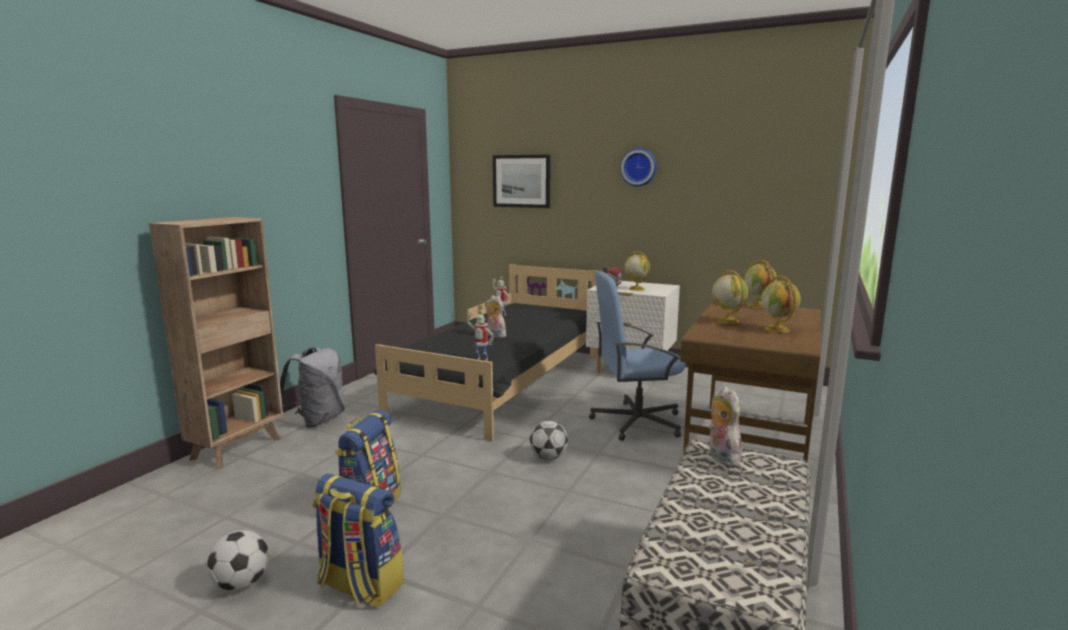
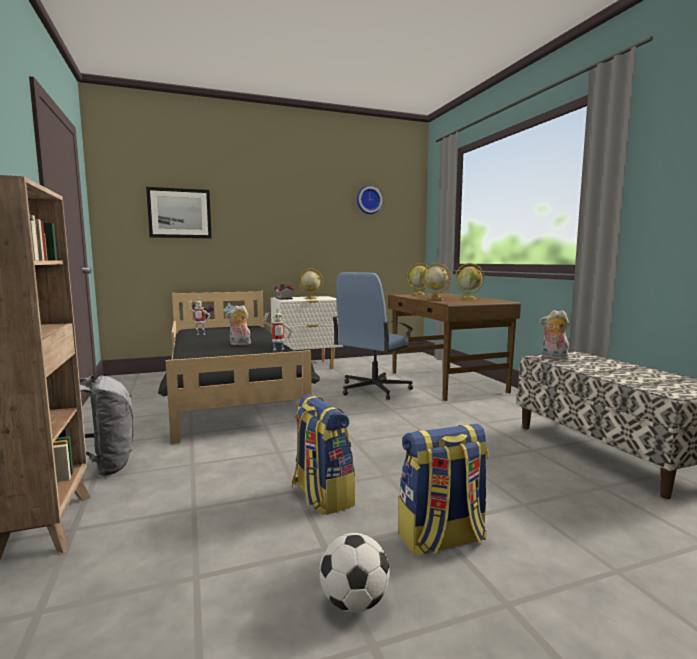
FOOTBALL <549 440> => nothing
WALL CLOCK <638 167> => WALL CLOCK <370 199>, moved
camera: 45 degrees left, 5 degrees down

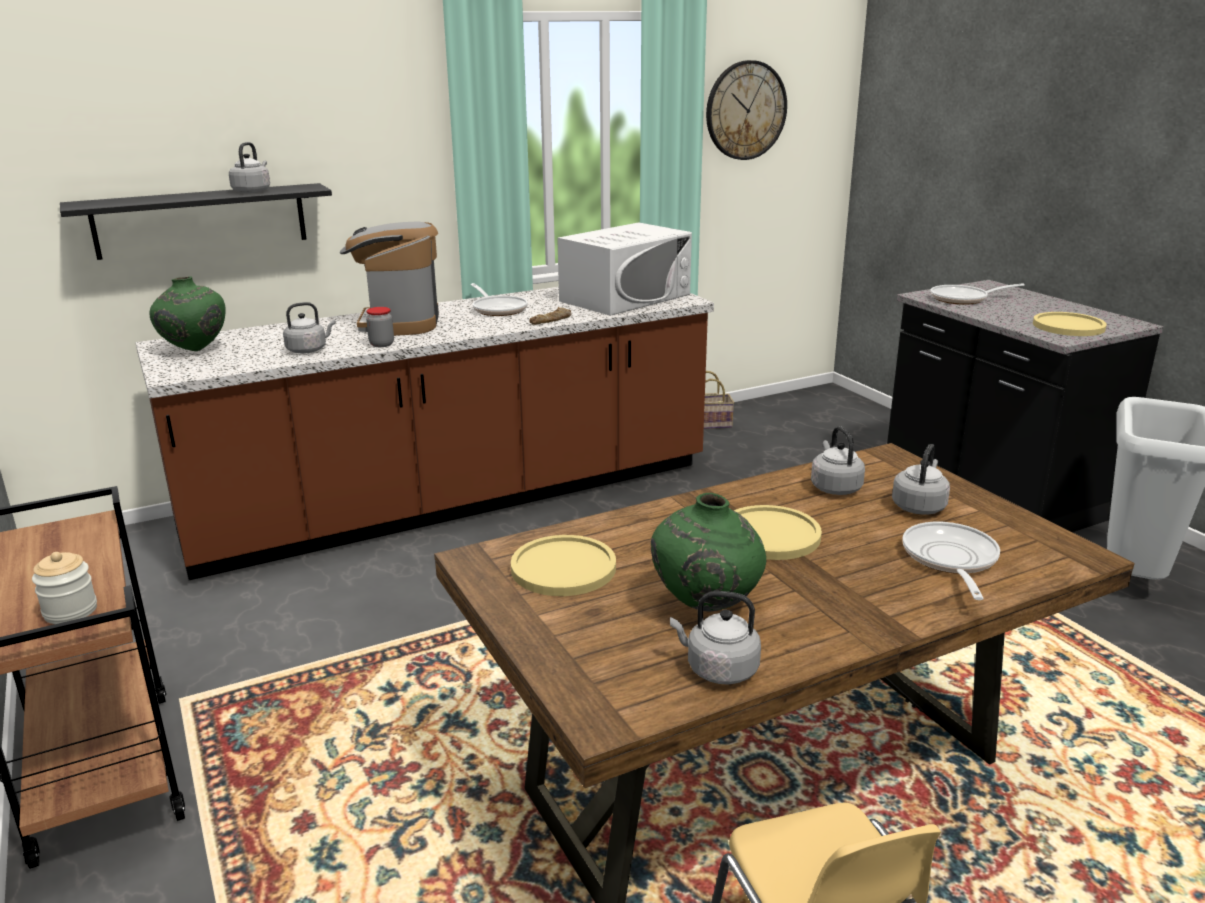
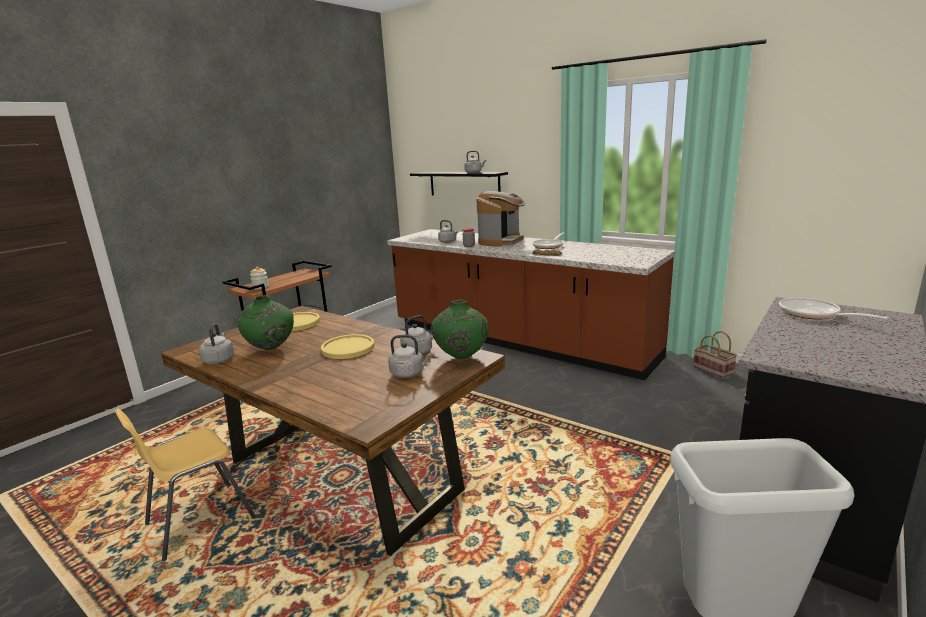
GREEN VASE <188 313> => GREEN VASE <460 329>, moved
COFFEE MACHINE <389 279> => COFFEE MACHINE <500 219>, 150 degrees clockwise
WHITE MICROWAVE <624 269> => nothing
WALL CLOCK <746 110> => nothing
FRYING PAN <951 561> => nothing
YELLOW PLATE <1070 324> => nothing
camera: 65 degrees right, 5 degrees down

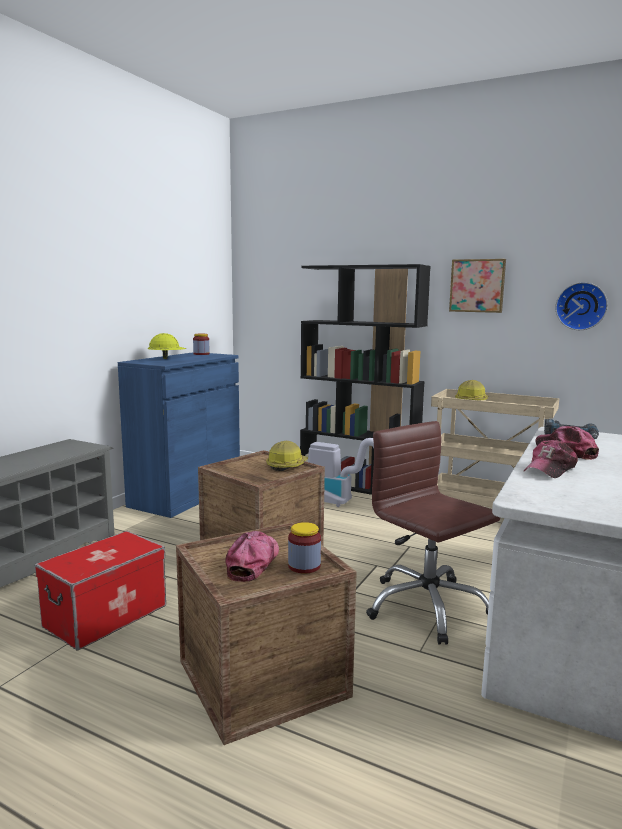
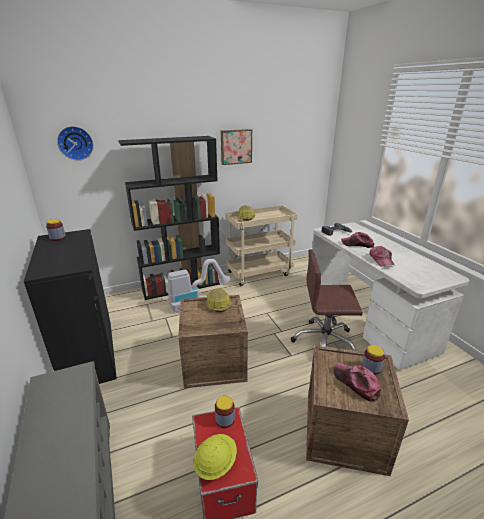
BLUE CABINET <179 435> => BLACK CABINET <70 306>
YELLOW HARD HAT <167 346> => YELLOW HARD HAT <215 457>, moved
WALL CLOCK <581 306> => WALL CLOCK <75 143>, moved
nothing => JAR <225 412>
camera: 50 degrees left, 15 degrees up

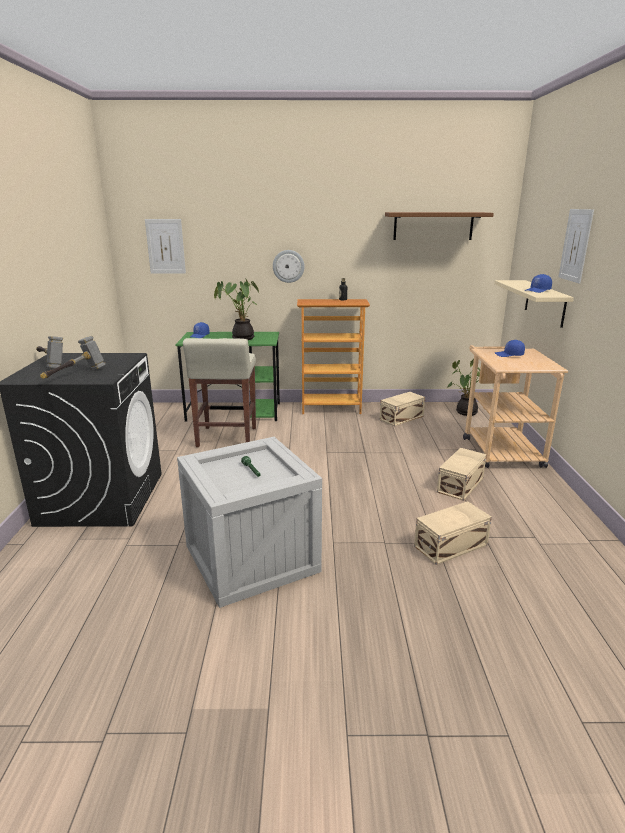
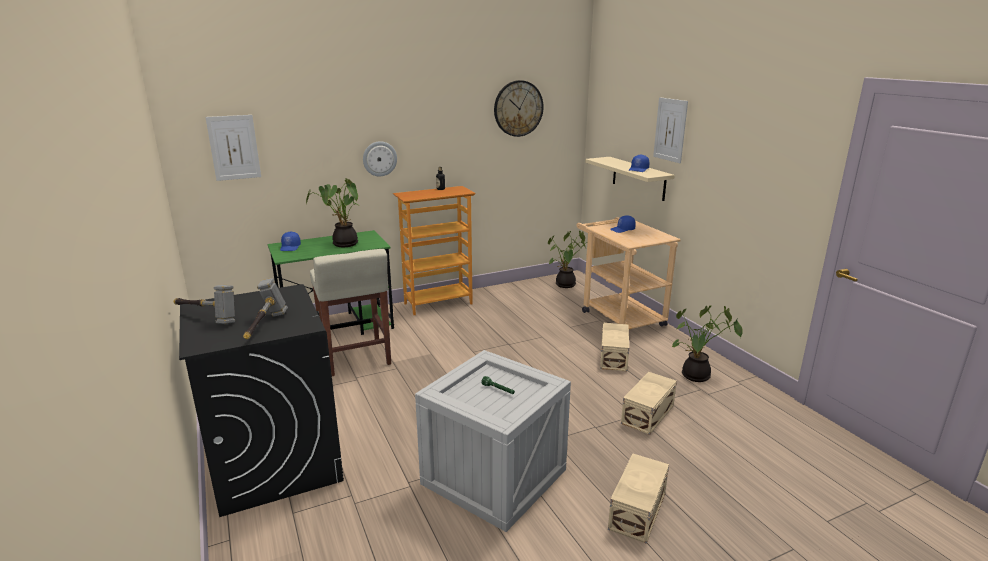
BEIGE STORAGE BOX <402 409> => BEIGE STORAGE BOX <638 499>, moved
BROWN SHELF <439 226> => WALL CLOCK <519 108>
nothing => POTTED PLANT <707 344>
camera: 25 degrees left, 0 degrees up

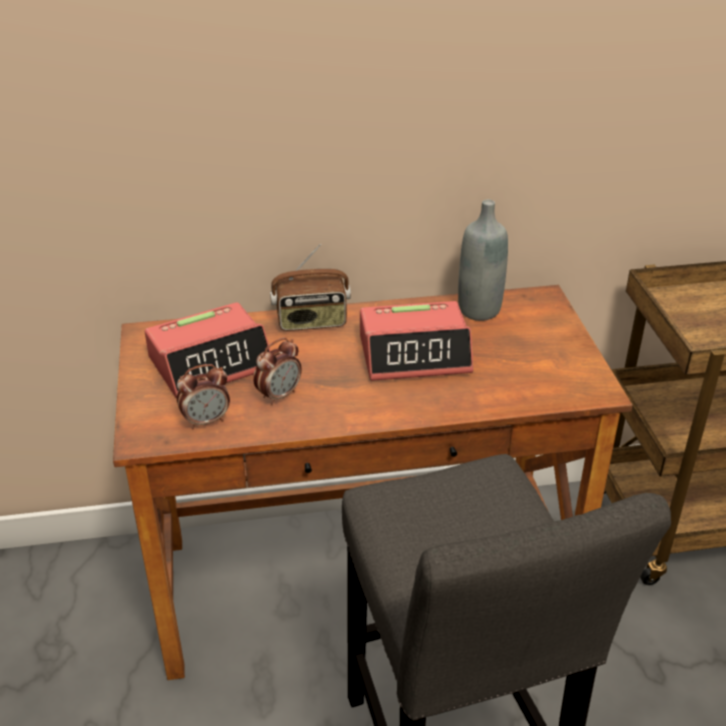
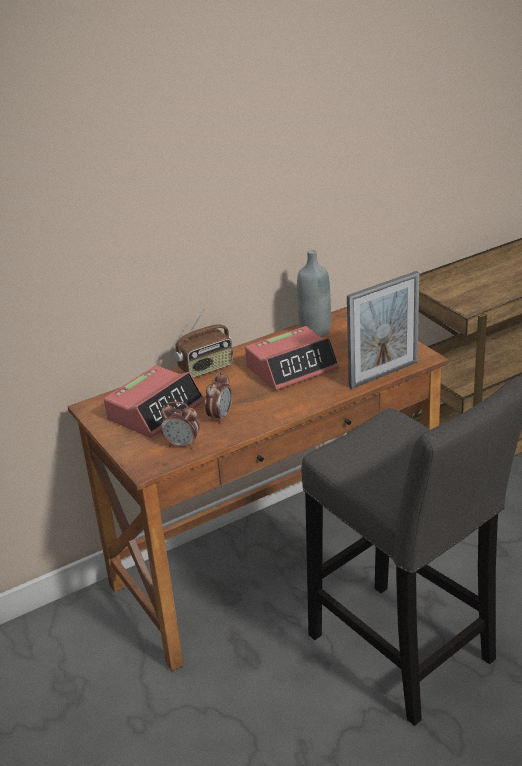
ALARM CLOCK <203 397> => ALARM CLOCK <180 425>, 60 degrees clockwise
nothing => PICTURE FRAME <383 330>
camera: 20 degrees left, 5 degrees down

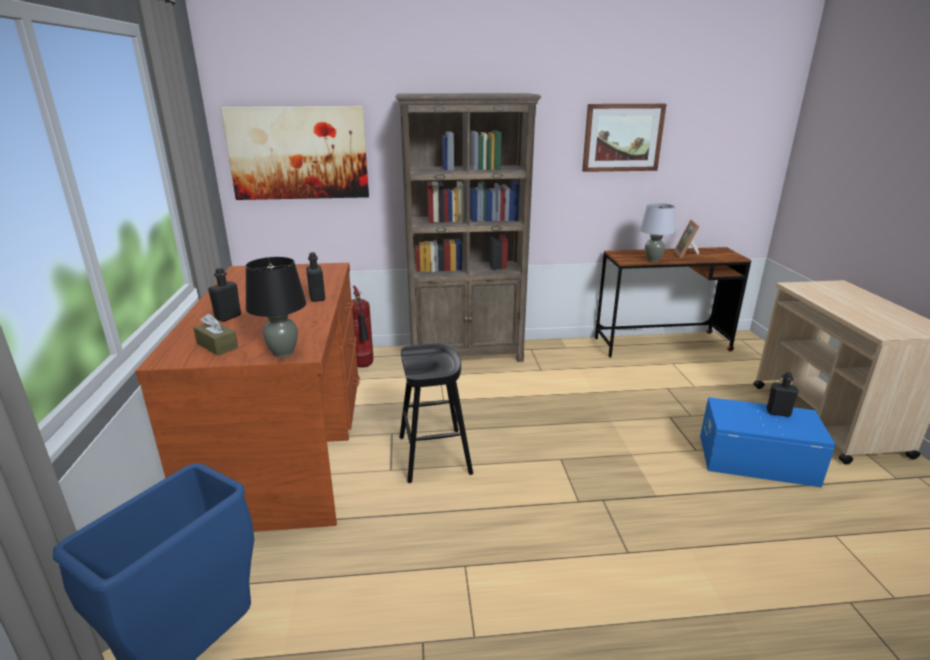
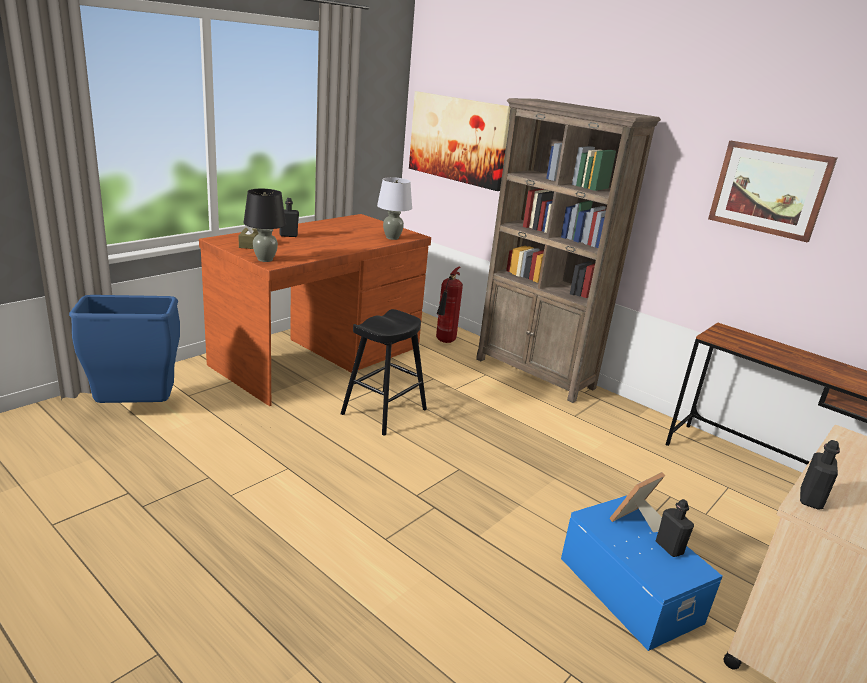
BLACK BOTTLE <315 277> => BLACK BOTTLE <820 475>, moved
GREY TABLE LAMP <657 232> => GREY TABLE LAMP <394 208>, moved
PICTURE FRAME <686 239> => PICTURE FRAME <637 502>, moved
camera: 45 degrees right, 0 degrees up

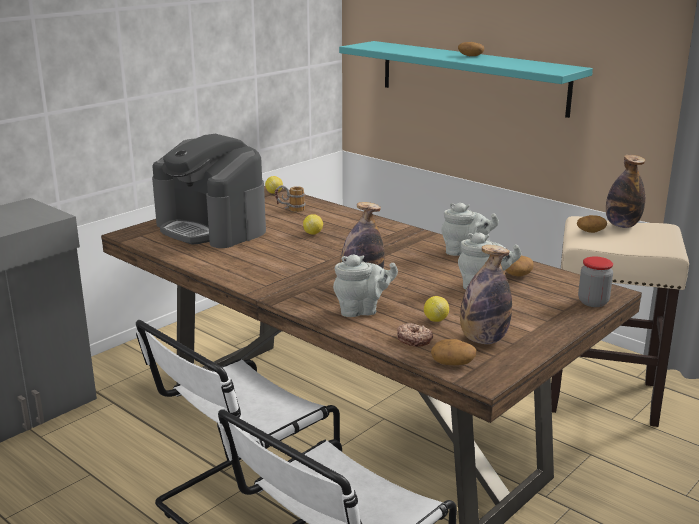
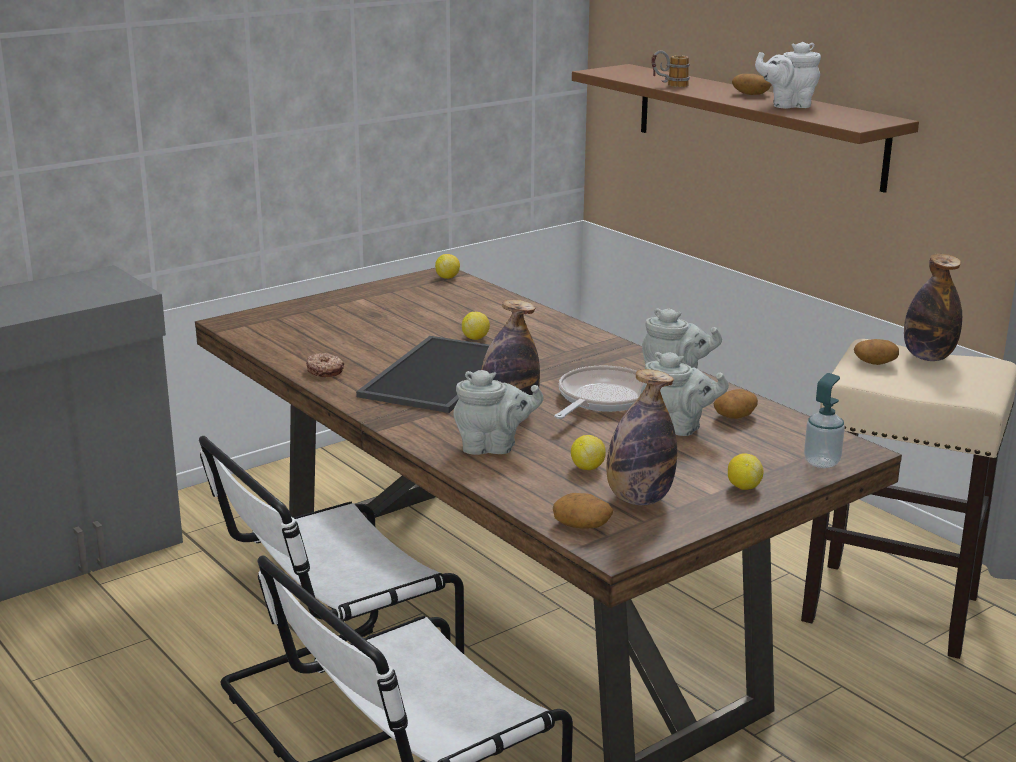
COFFEE MACHINE <209 191> => nothing
MUG <290 198> => MUG <670 68>, moved
TURQUOISE SHELF <466 79> => BROWN SHELF <745 128>
DONUT <415 335> => DONUT <325 365>, moved
JAR <595 282> => SOAP DISPENSER <824 420>
nothing => TRAY <423 374>
nothing => FRYING PAN <599 392>
nothing => LEMON <746 471>
nothing => WHITE TEAPOT <788 75>
camera: 10 degrees right, 0 degrees up

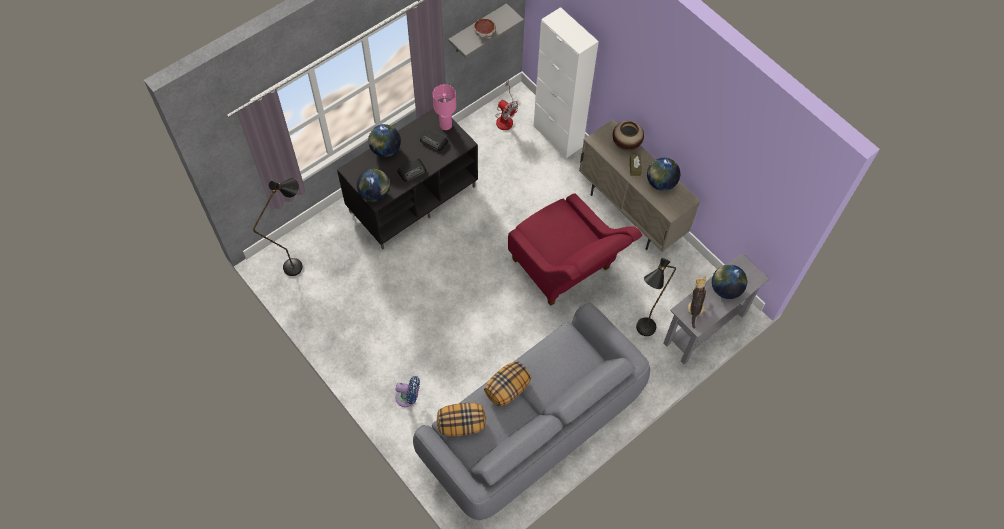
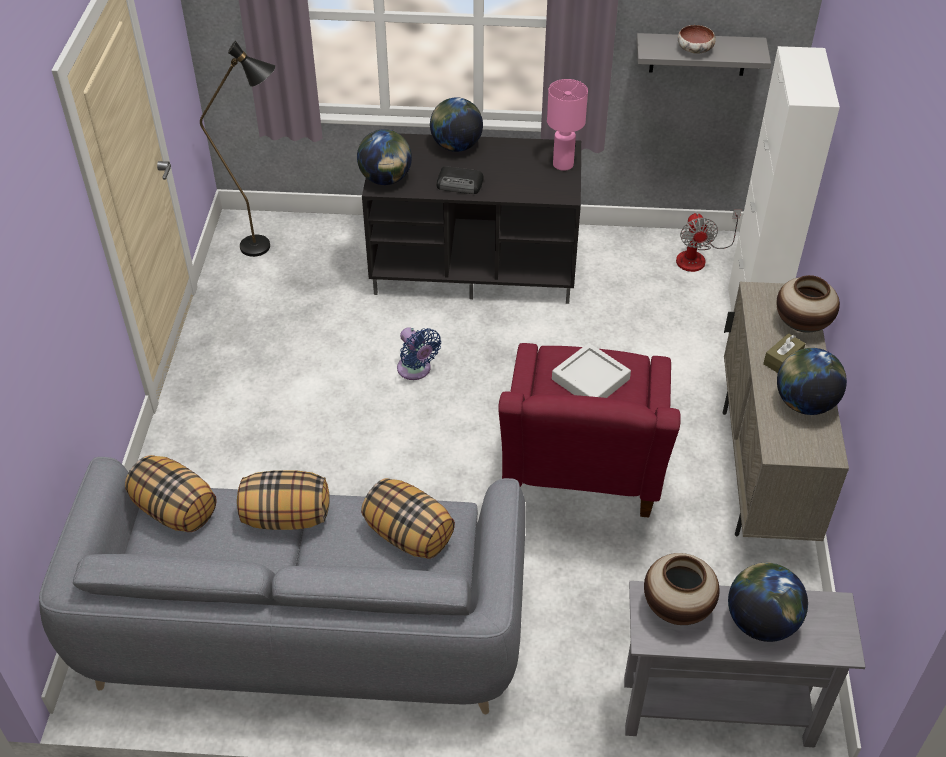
BLUE FAN <407 391> => BLUE FAN <419 353>, moved
RADIO <434 140> => nothing
BLACK FLOOR LAMP <656 297> => nothing
PLUSH TOY <698 302> => VASE <682 589>
nothing => PILLOW <408 518>
nothing => GREY TRAY <591 370>
camera: 45 degrees right, 15 degrees down

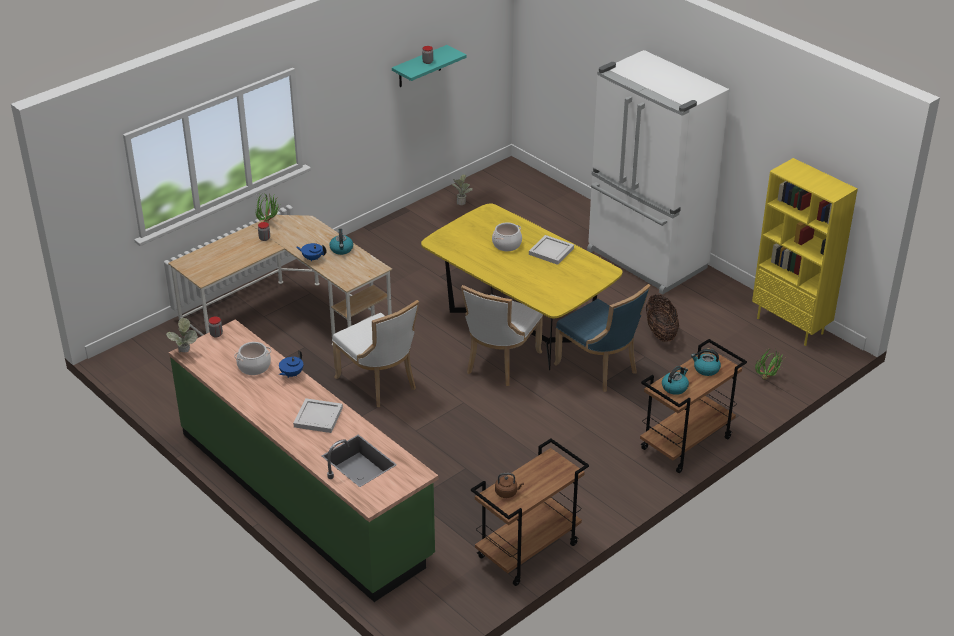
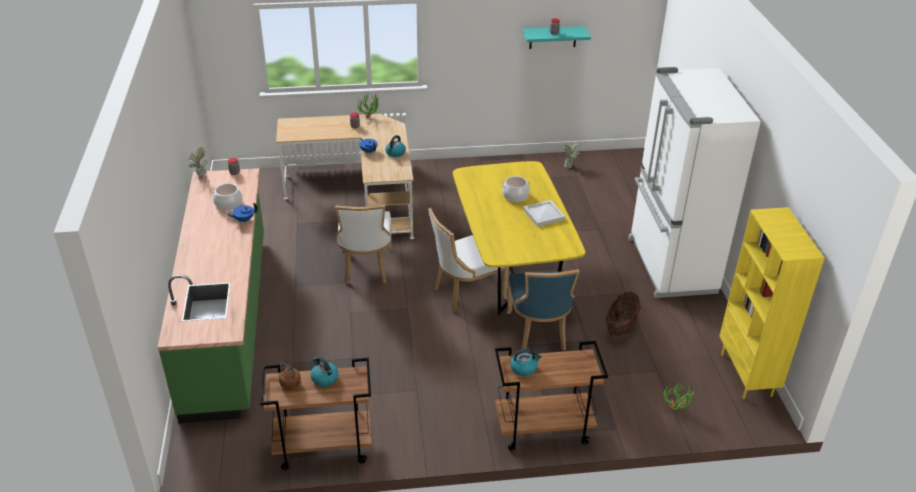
WHITE TRAY <318 415> => nothing
KETTLE <706 362> => KETTLE <325 372>, moved
camera: 35 degrees right, 0 degrees up

